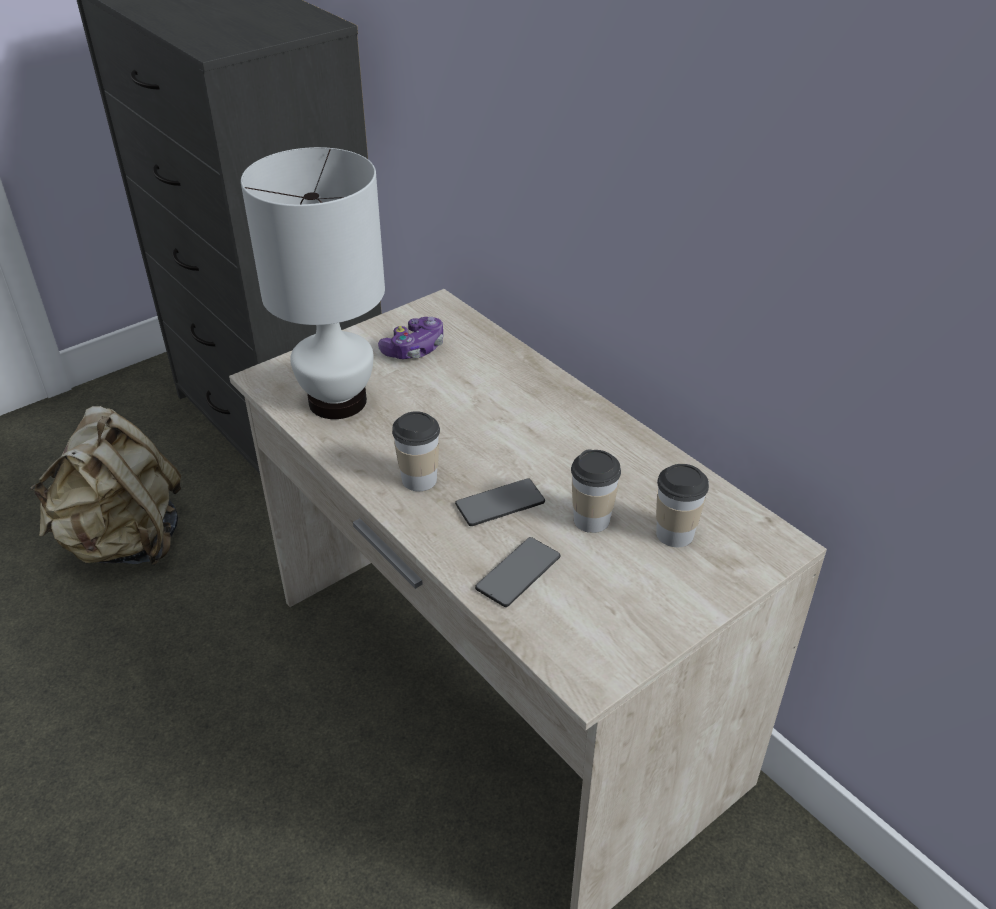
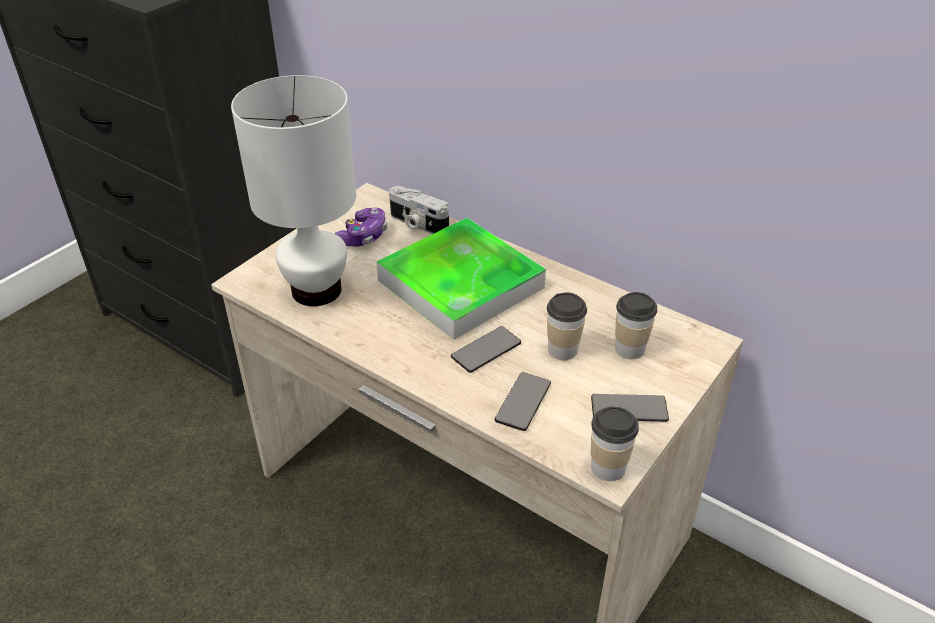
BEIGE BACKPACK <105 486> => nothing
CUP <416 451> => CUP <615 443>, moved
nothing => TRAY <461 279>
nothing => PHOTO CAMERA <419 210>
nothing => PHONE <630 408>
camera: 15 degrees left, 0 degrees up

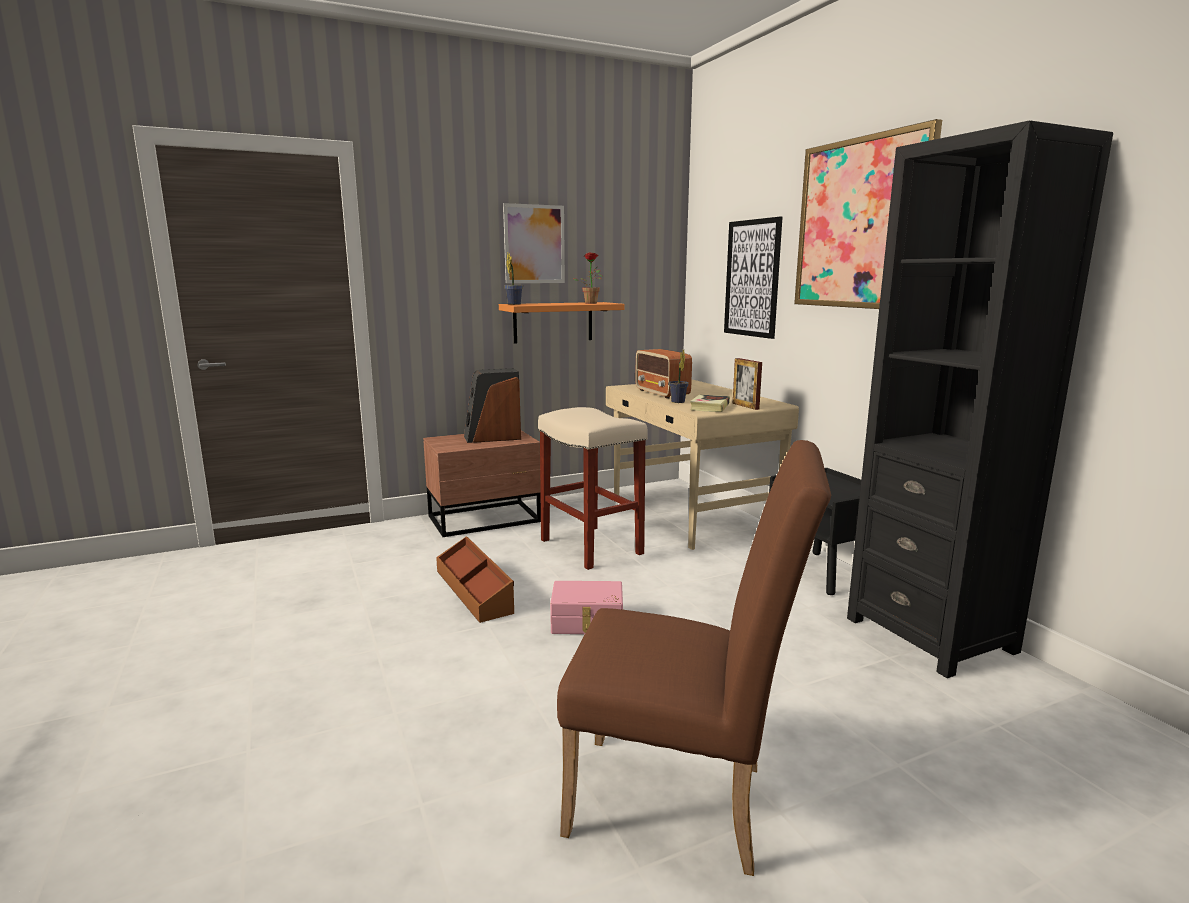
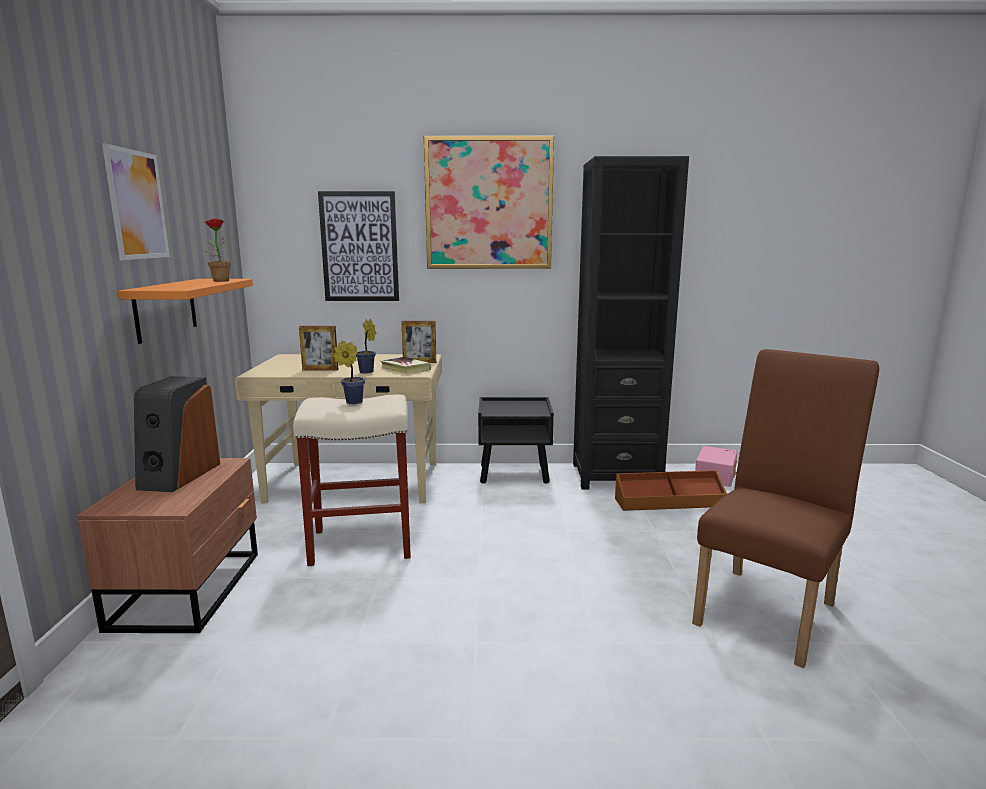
BROWN STORAGE BOX <475 579> => BROWN STORAGE BOX <671 490>, moved
POTTED PLANT <513 278> => POTTED PLANT <349 372>, moved
PINK STORAGE BOX <586 607> => PINK STORAGE BOX <716 466>, moved
RADIO <663 374> => PICTURE FRAME <318 348>
camera: 65 degrees left, 0 degrees up

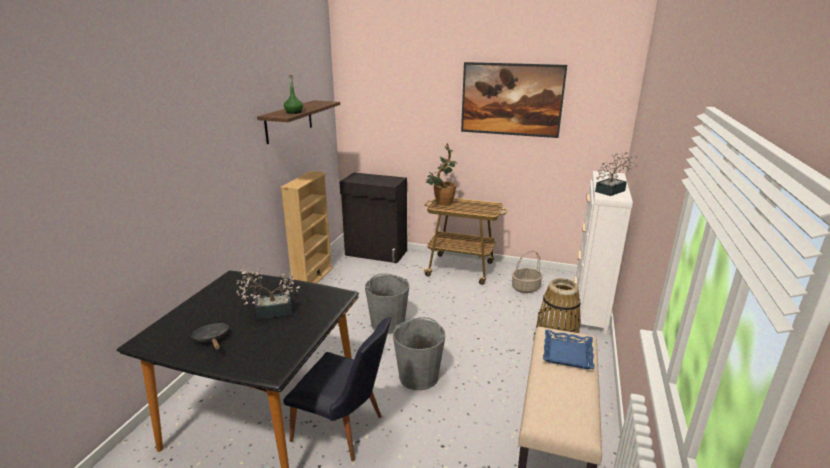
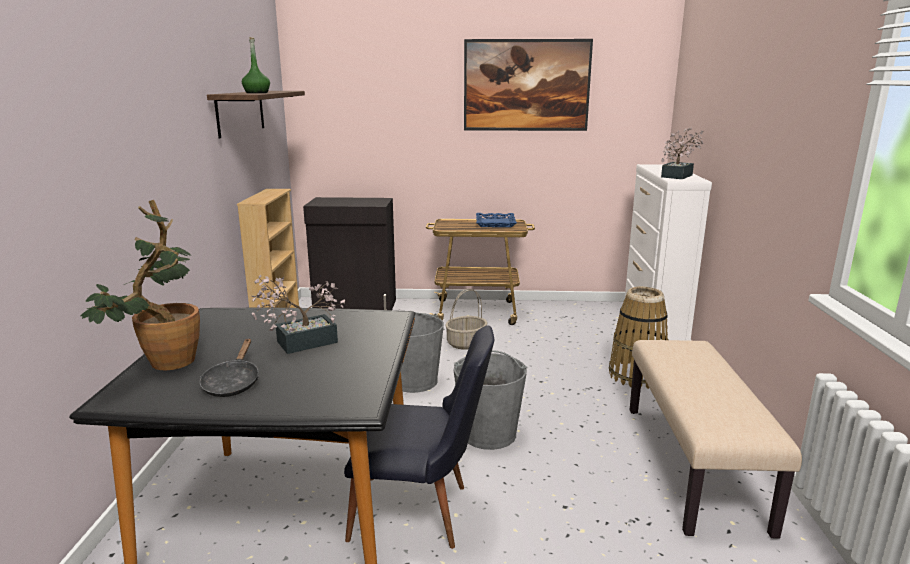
BLACK FRYING PAN <210 336> => BLACK FRYING PAN <229 367>, 135 degrees counterclockwise
POTTED PLANT <441 174> => POTTED PLANT <140 285>, moved
BASKET <527 271> => BASKET <466 319>, moved
BLUE TRAY <569 349> => BLUE TRAY <496 220>, moved
camera: 15 degrees left, 5 degrees down

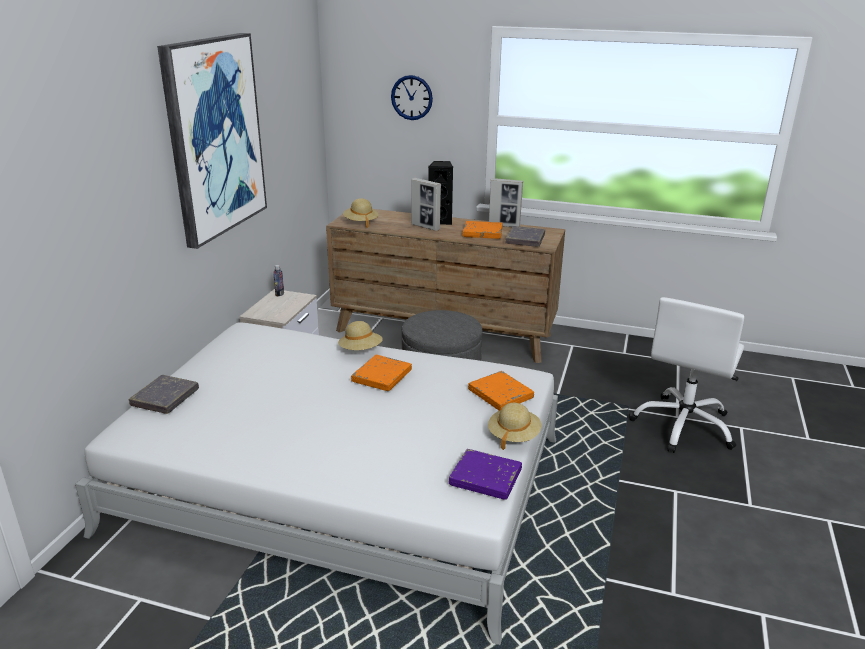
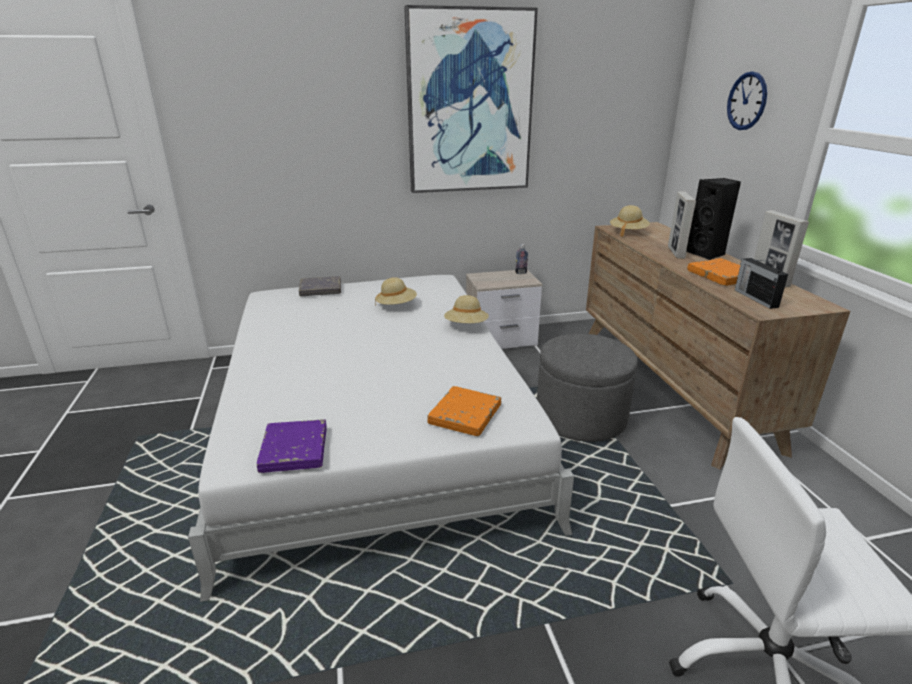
ORANGE BOOK <381 373> => nothing
BEIGE HAT <514 426> => BEIGE HAT <396 291>, moved
GREY BOOK <525 236> => RADIO <761 283>
camera: 60 degrees right, 0 degrees up

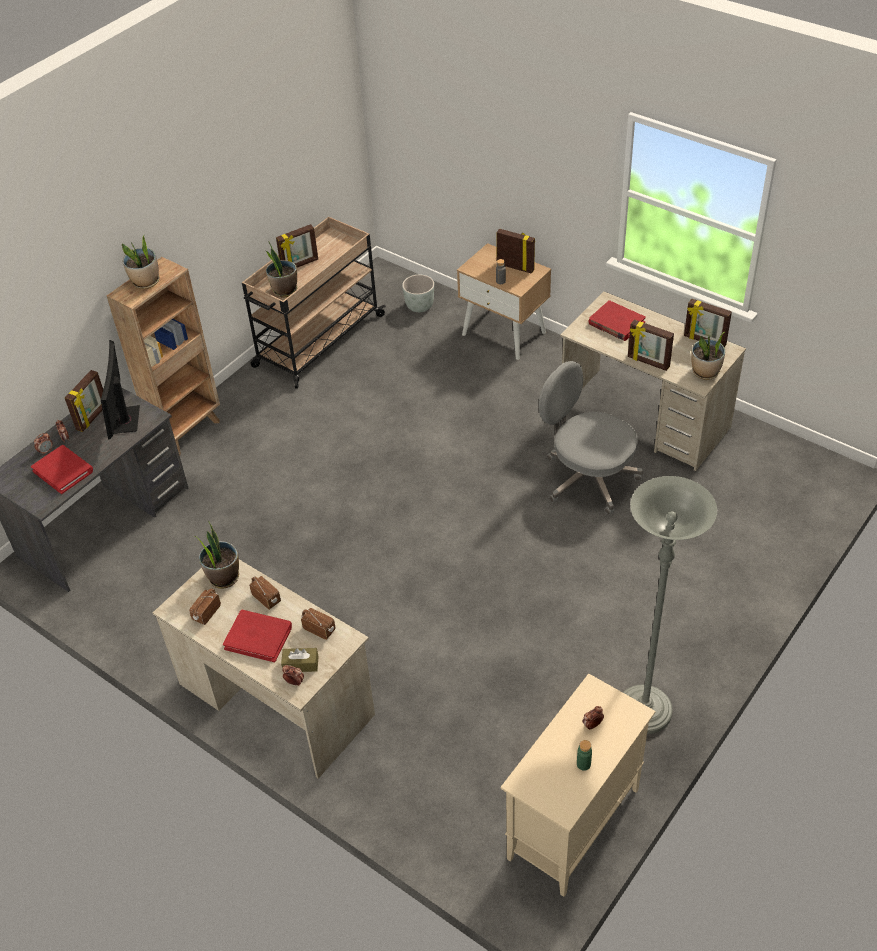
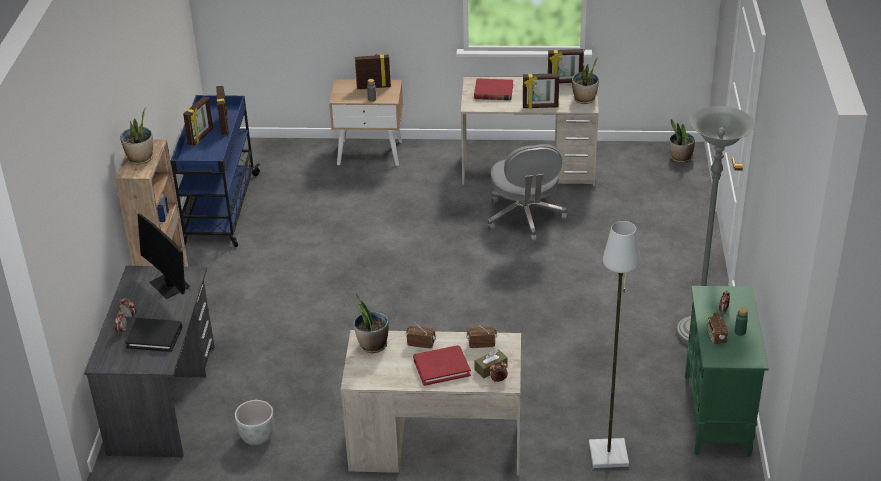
RED BOOK <62 469> => BLACK BOOK <153 335>
PICTURE FRAME <84 401> => PICTURE FRAME <222 110>, moved
RADIO <205 606> => RADIO <717 328>, moved
BEIGE CART <314 303> => BLUE CART <215 171>
POTTED PLANT <281 269> => POTTED PLANT <682 141>, moved
GREY PLANTER <418 293> => GREY PLANTER <254 422>, moved
BEIGE CABINET <578 785> => GREEN CABINET <727 371>
GREY OFFICE CHAIR <591 438> => GREY OFFICE CHAIR <527 192>, 105 degrees counterclockwise
nothing => GREY FLOOR LAMP <615 344>
camera: 35 degrees left, 10 degrees down

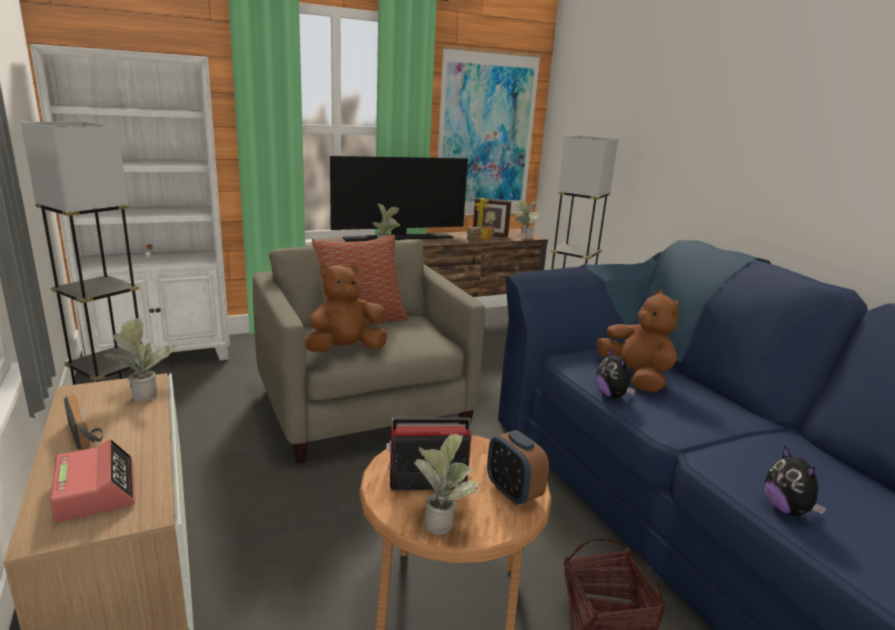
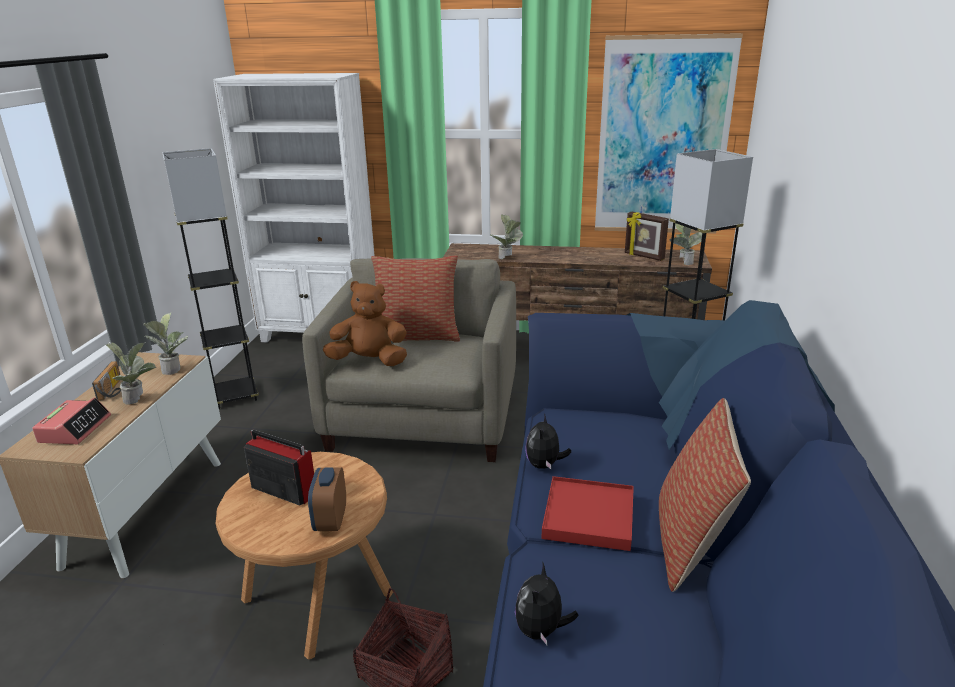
TELEVISION <399 199> => nothing
POTTED PLANT <446 484> => POTTED PLANT <131 373>, moved
RADIO <481 234> => nothing
BROWN PLUSH TOY <638 341> => nothing
nothing => RED TRAY <588 513>
nothing => PILLOW <705 495>
camera: 35 degrees right, 5 degrees up

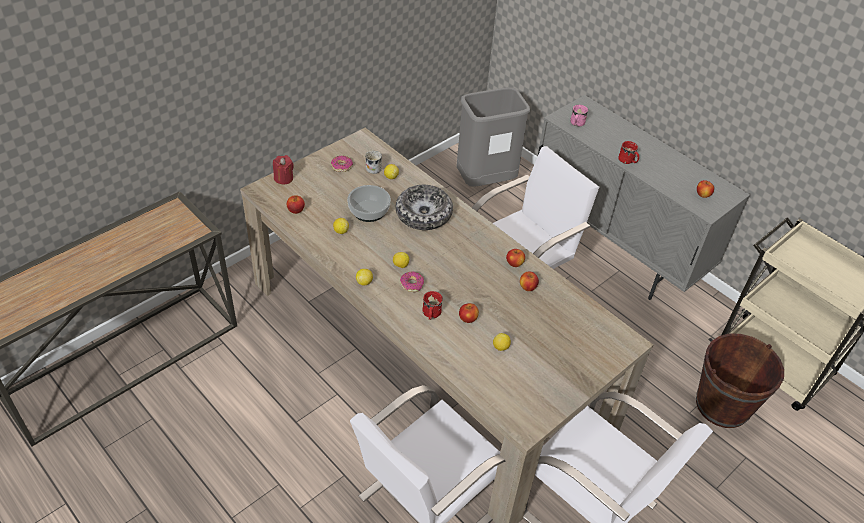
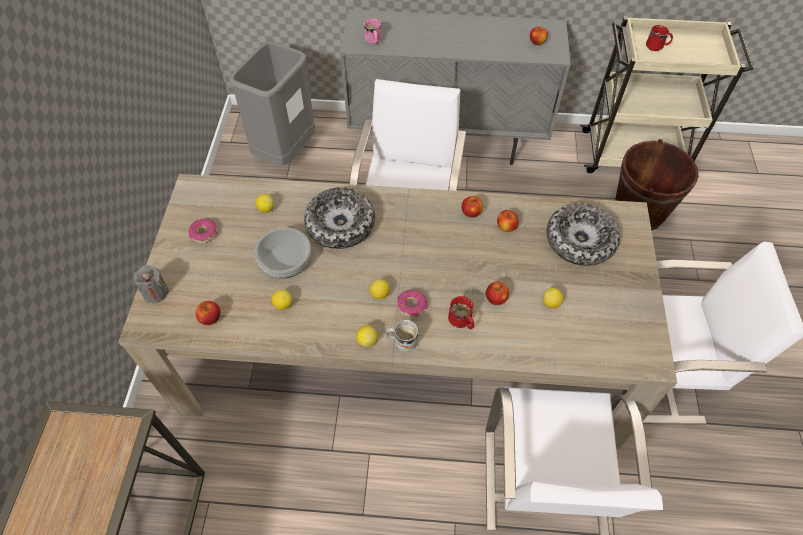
RED CANDLE <283 170> => GREY CANDLE <150 284>
WHITE MUG <373 162> => WHITE MUG <402 336>, moved
RED MUG <628 152> => RED MUG <659 38>, moved
nothing => BOWL <583 234>
camera: 40 degrees left, 10 degrees up

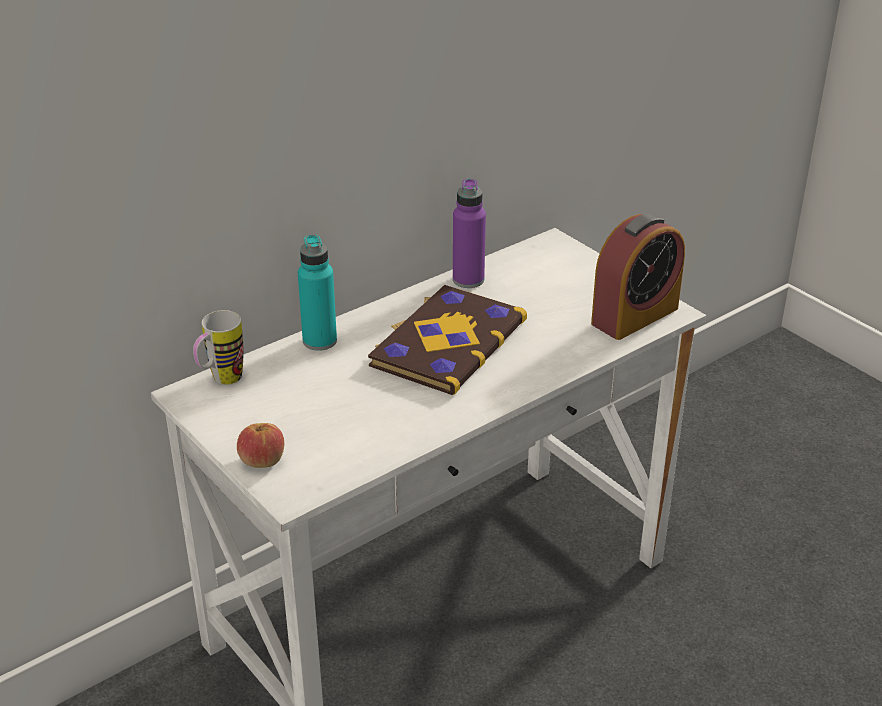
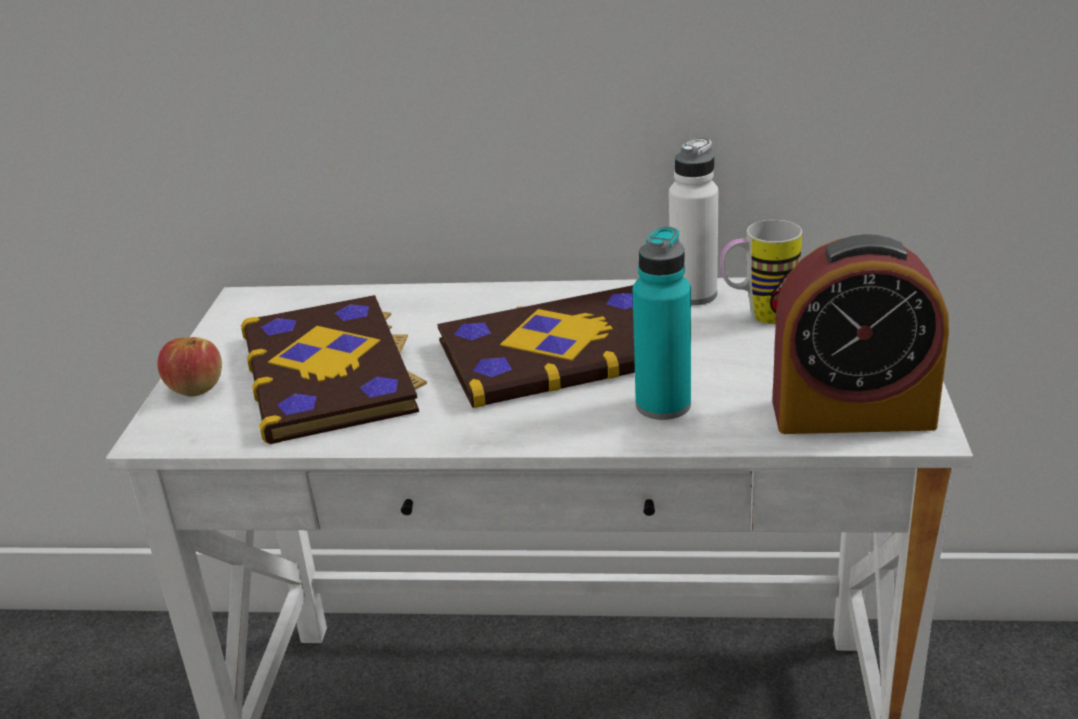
MUG <218 347> => MUG <761 272>, moved
TURQUOISE BOTTLE <317 292> => TURQUOISE BOTTLE <662 323>, moved
PURPLE BOTTLE <469 233> => WHITE BOTTLE <693 221>
nothing => BOOK <334 369>
camera: 45 degrees right, 5 degrees down

